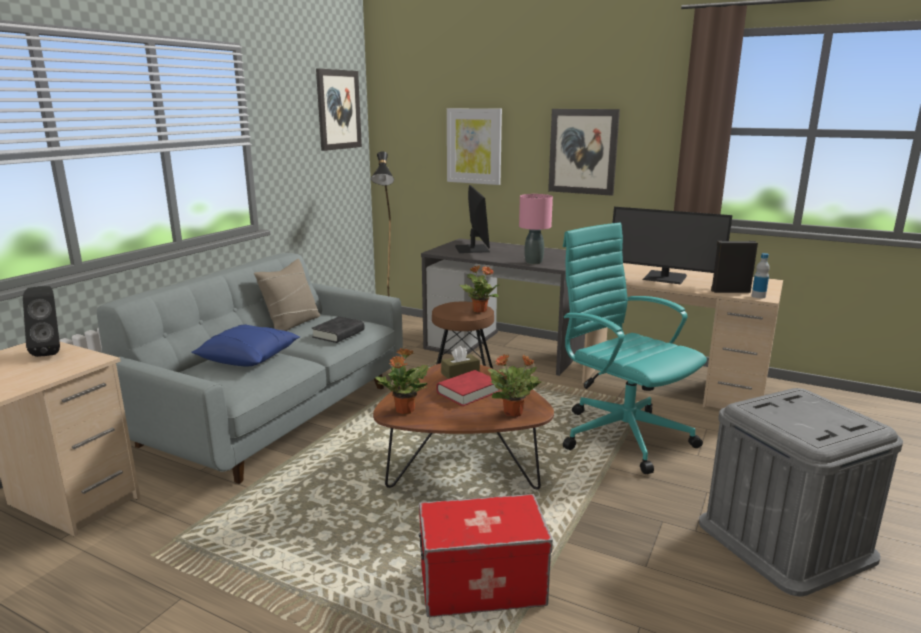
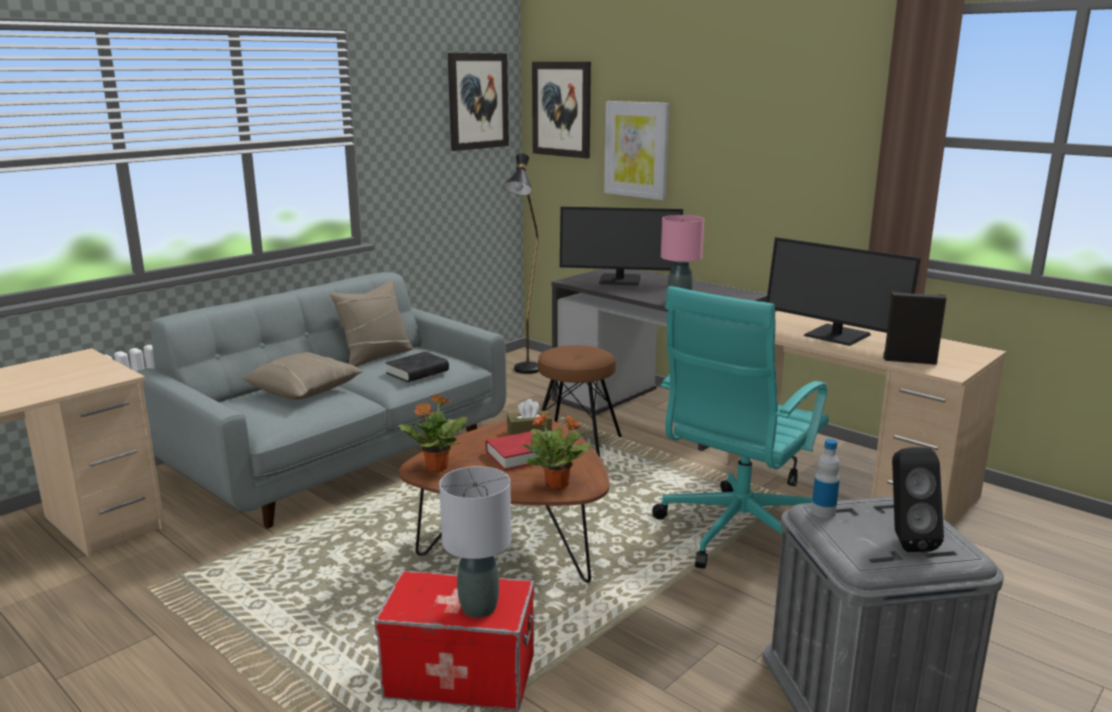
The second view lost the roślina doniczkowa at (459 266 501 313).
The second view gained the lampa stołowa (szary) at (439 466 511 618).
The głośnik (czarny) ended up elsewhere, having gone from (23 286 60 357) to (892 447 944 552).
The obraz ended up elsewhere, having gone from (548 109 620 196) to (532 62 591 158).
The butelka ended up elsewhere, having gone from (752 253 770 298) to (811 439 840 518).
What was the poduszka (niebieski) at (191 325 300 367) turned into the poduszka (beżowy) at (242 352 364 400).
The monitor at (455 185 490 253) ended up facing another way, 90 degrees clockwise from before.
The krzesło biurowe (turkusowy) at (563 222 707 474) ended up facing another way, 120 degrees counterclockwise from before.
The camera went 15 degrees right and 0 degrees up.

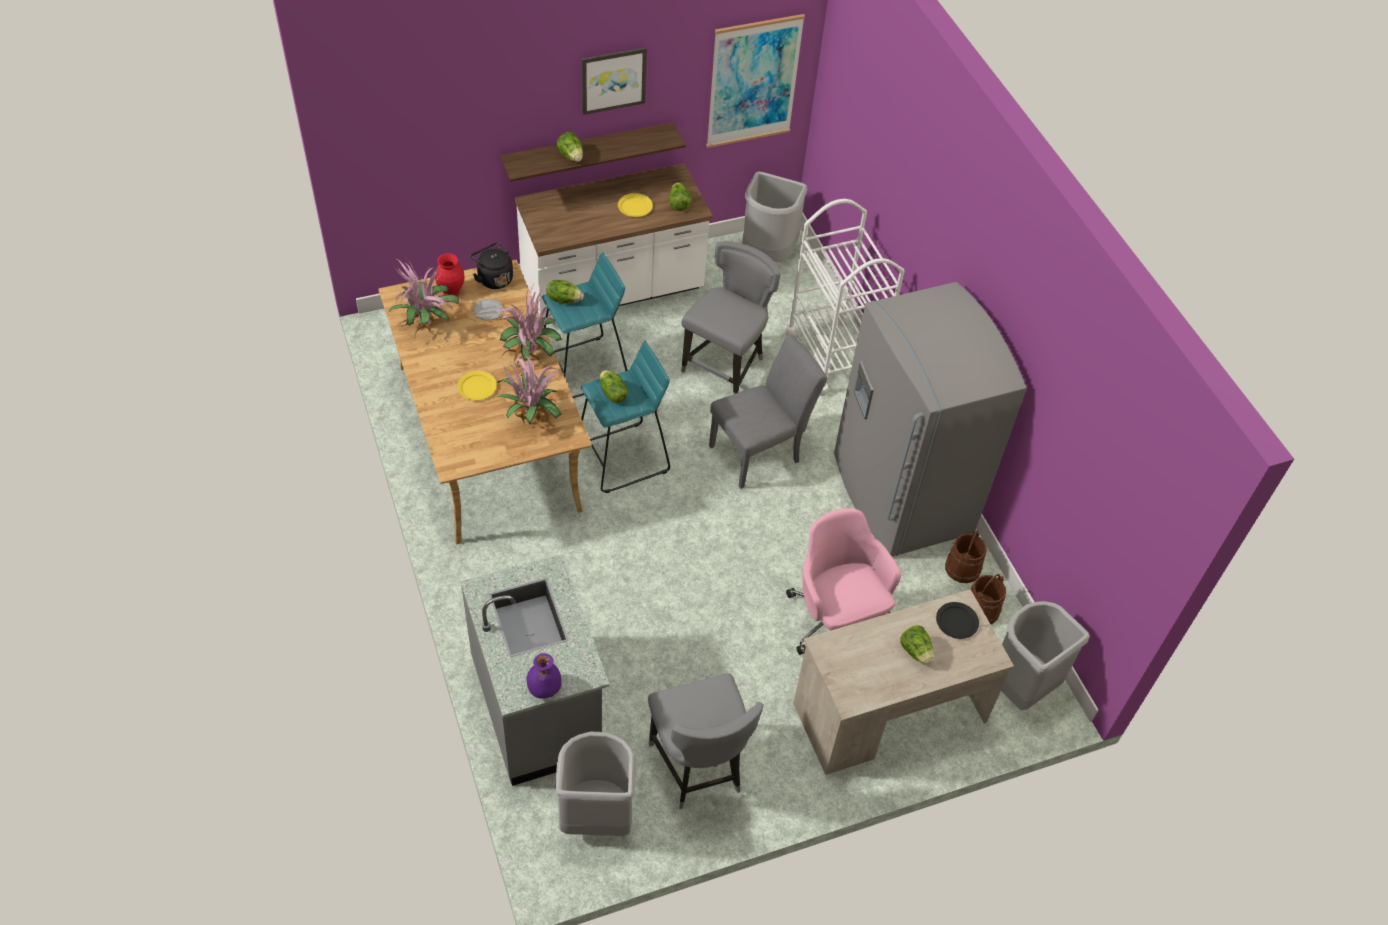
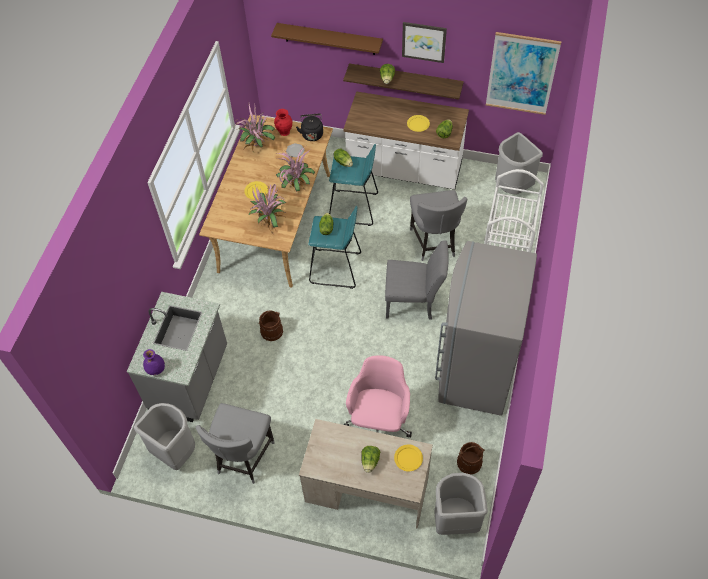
The second view gained the półka (brązowy) at (271 23 383 55).
The wiadro (brązowy) ended up elsewhere, having gone from (945 530 987 583) to (258 310 283 341).
What was the talerz (czarny) at (936 602 979 639) turned into the talerz (żółty) at (394 444 423 472).
The krzesło (szary) at (681 241 781 394) ended up facing another way, 105 degrees clockwise from before.
The camera went 40 degrees right and 5 degrees up.

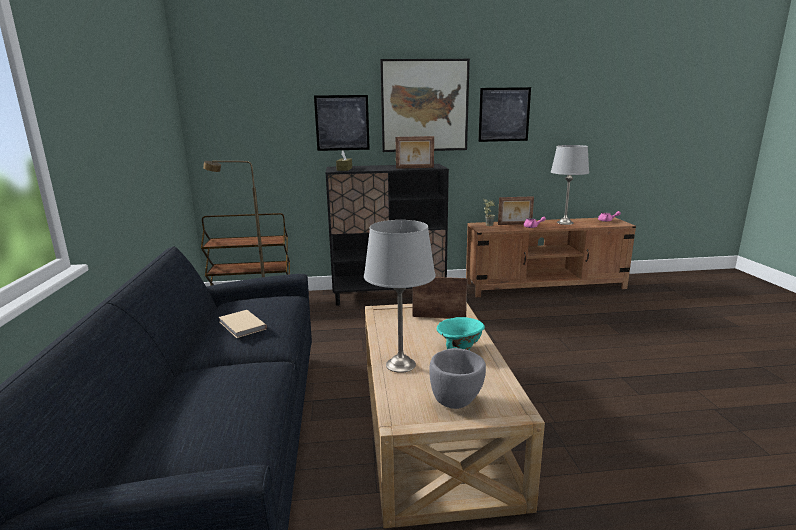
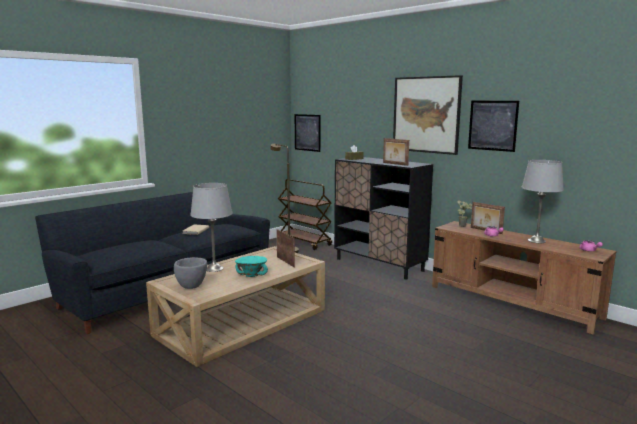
The obraz ended up elsewhere, having gone from (314 95 370 151) to (295 114 320 152).
The camera went 50 degrees right and 5 degrees down.

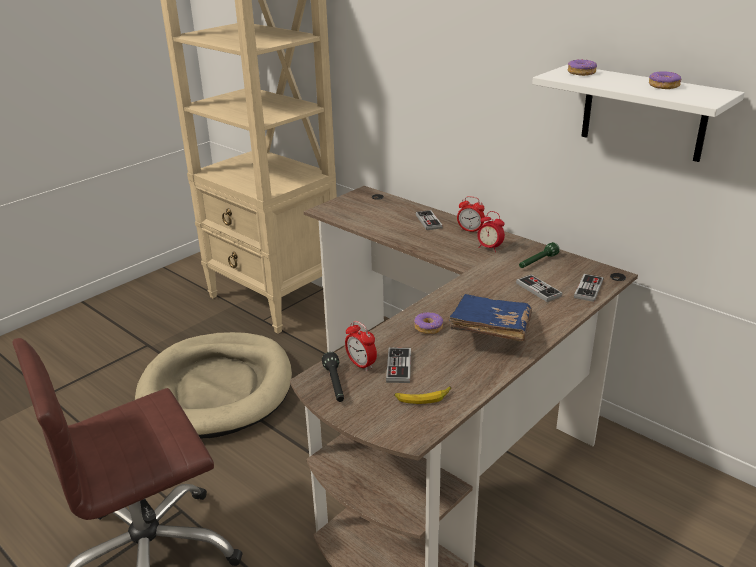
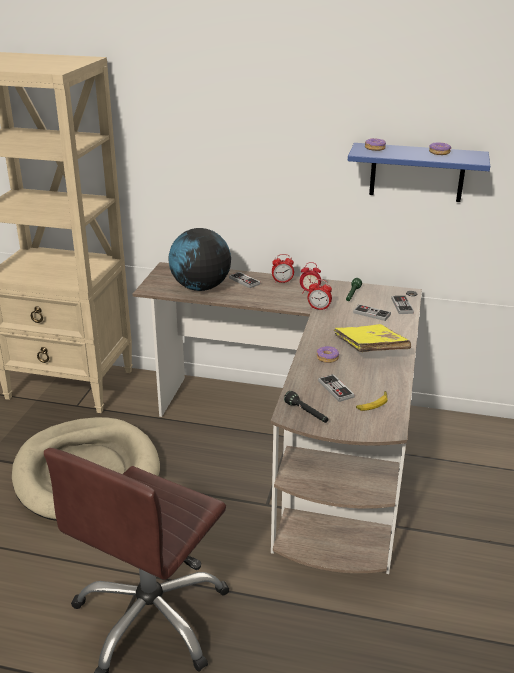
The second view gained the globus at (168 228 231 291).
The budzik ended up elsewhere, having gone from (345 321 377 371) to (308 279 332 311).
What was the książka (niebieski) at (449 294 532 342) turned into the książka (żółty) at (334 324 411 352).
What was the półka (biały) at (532 65 744 162) turned into the półka (niebieski) at (348 143 490 202).
The camera went 30 degrees left and 0 degrees up.

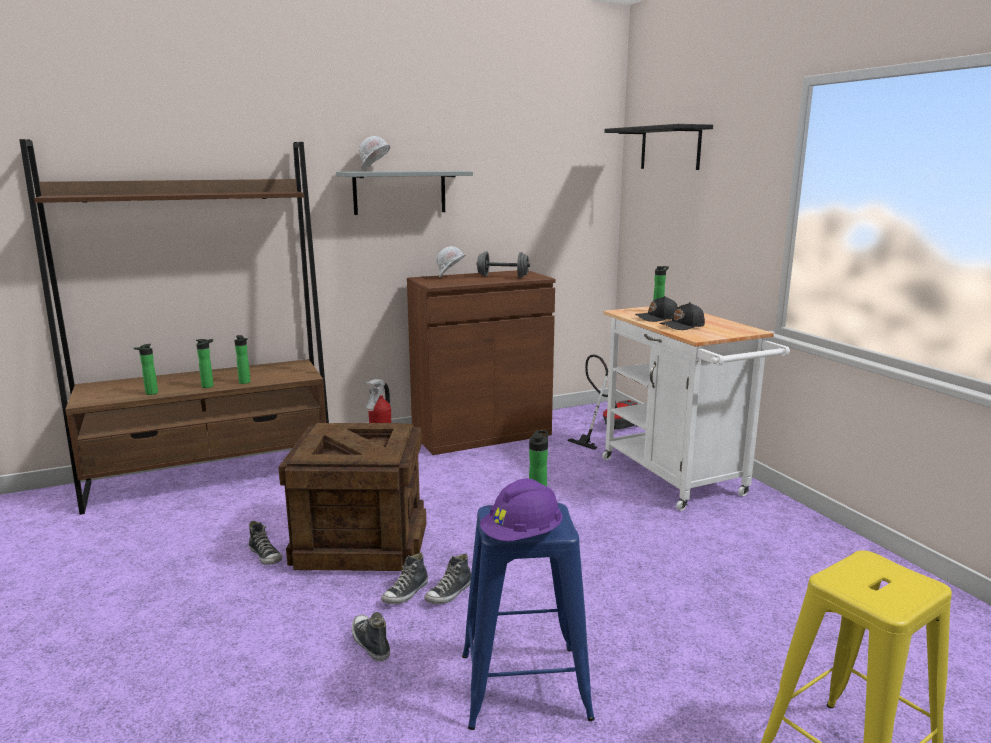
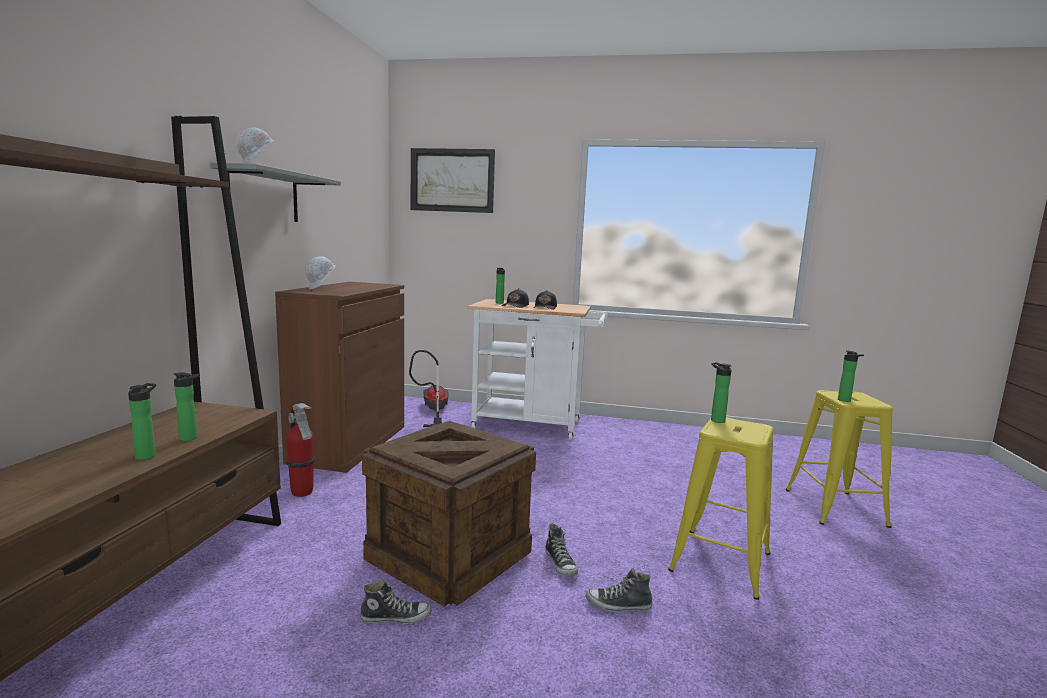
The second view lost the but at (424 553 471 604).
The second view lost the hantel (szary) at (477 251 530 278).
The second view lost the kask (fioletowy) at (480 478 563 541).
The butelka ended up elsewhere, having gone from (134 344 158 395) to (838 350 864 402).
Where the półka (czarny) hung at (604 124 713 170), the obraz came to hang at (411 148 495 213).
What was the stołek (niebieski) at (462 503 595 730) turned into the stołek (żółty) at (668 417 774 600).
The camera went 55 degrees left and 5 degrees down.

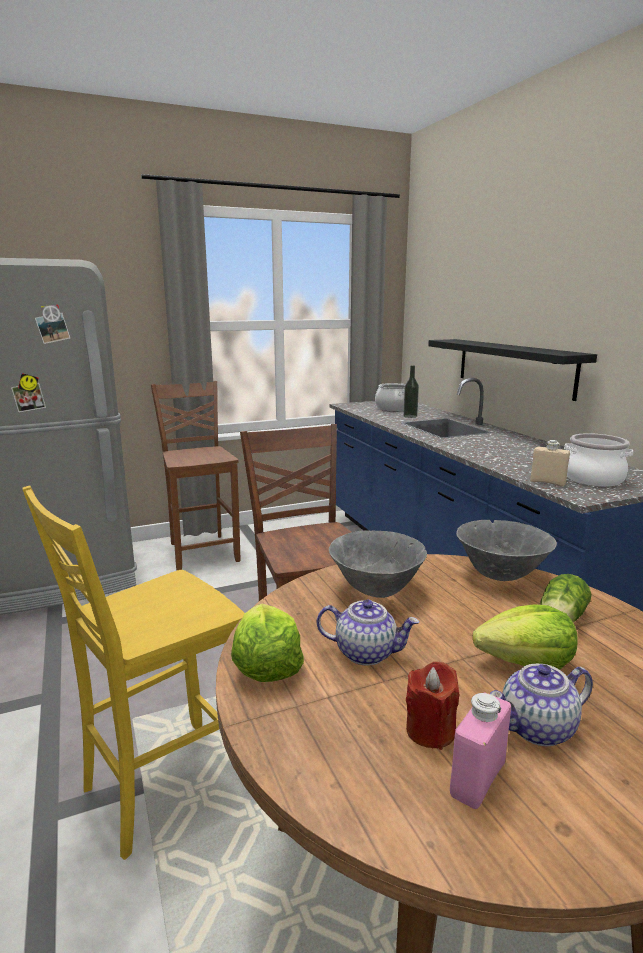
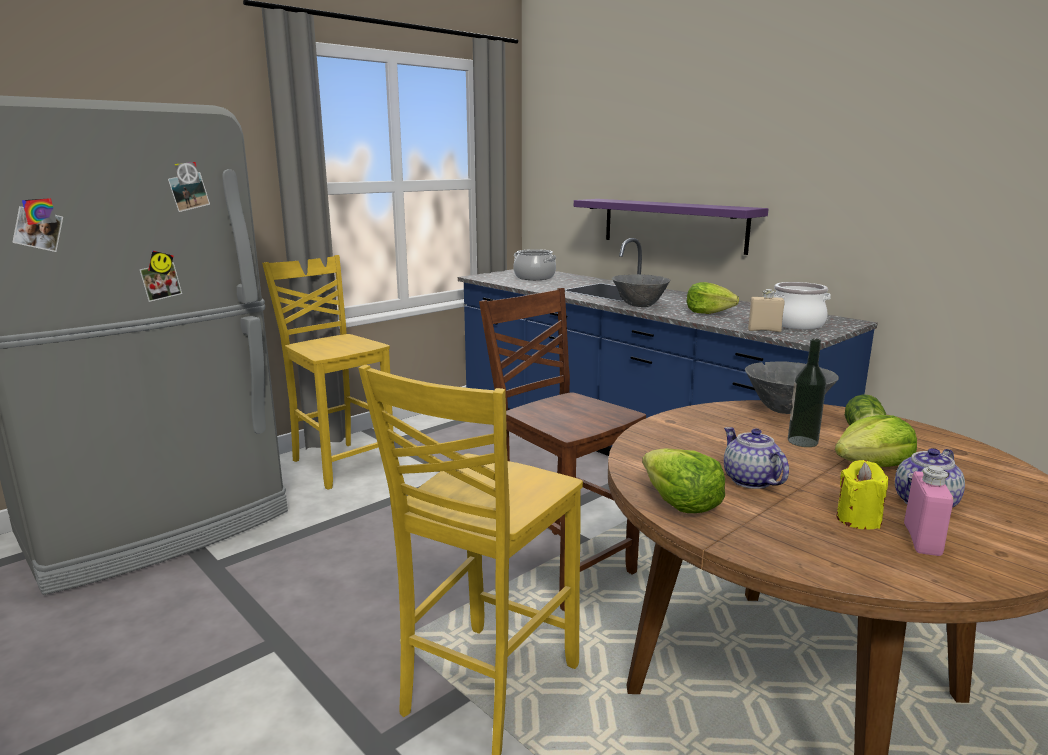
The second view gained the sałata at (687 282 739 314).
The miska (szary) ended up elsewhere, having gone from (329 530 427 598) to (612 274 671 307).
The butelka ended up elsewhere, having gone from (403 365 419 418) to (788 338 826 447).
What was the krzesło (brązowy) at (151 381 241 570) turned into the krzesło (żółty) at (262 255 394 490).
What was the świeca (czerwony) at (406 662 460 750) turned into the świeca (żółty) at (836 460 888 530).
What was the półka (czarny) at (428 339 597 401) turned into the półka (fioletowy) at (574 199 768 255).
The imbryk at (316 600 419 665) ended up facing another way, 105 degrees counterclockwise from before.
The camera went 20 degrees left and 0 degrees up.

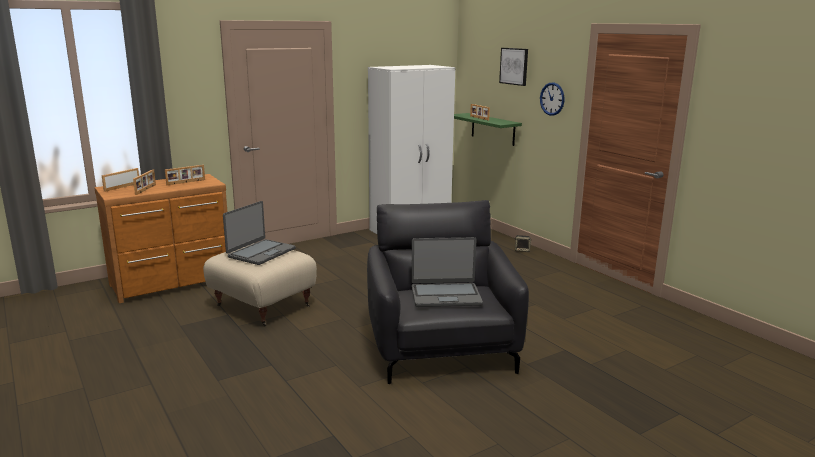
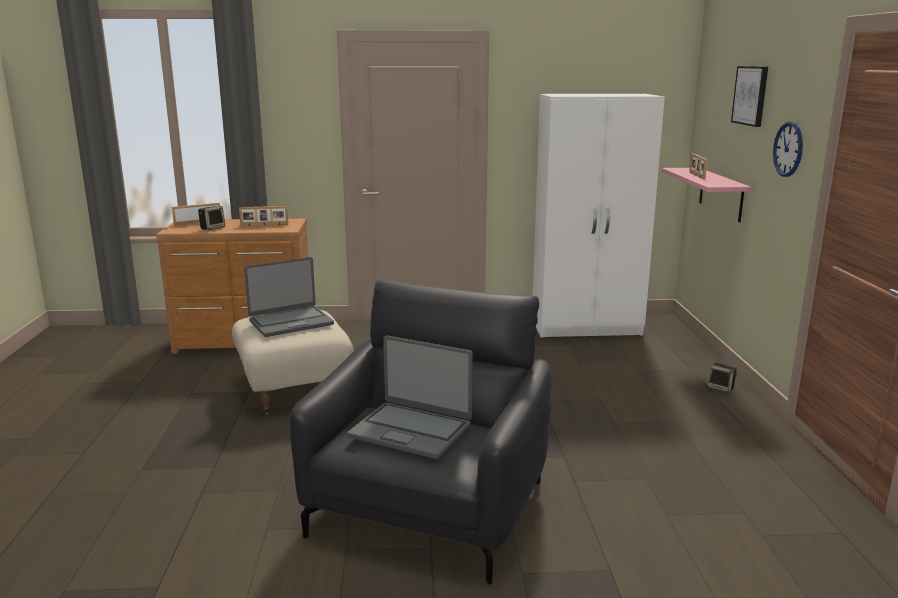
Where the ramka na zdjęcie stood at (133 169 156 195), the głośnik came to stand at (198 206 225 230).
What was the półka (zielony) at (454 113 522 146) turned into the półka (różowy) at (662 168 751 222).
The camera went 30 degrees right and 0 degrees up.

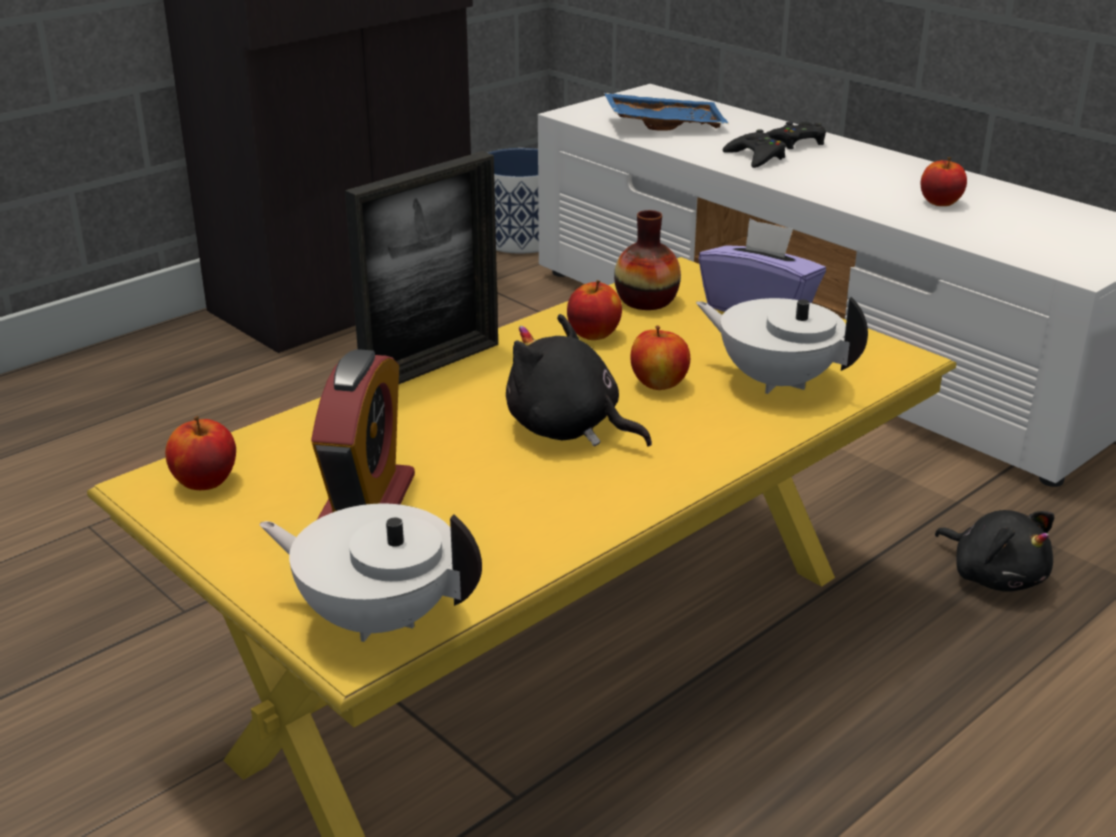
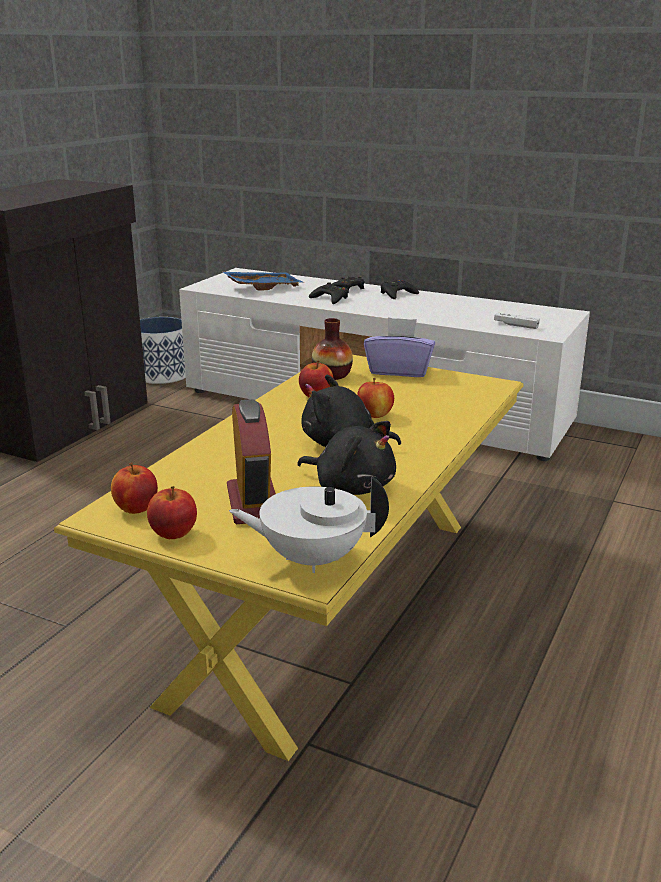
The second view lost the ramka na zdjęcie at (345 151 498 384).
The second view lost the imbryk (biały) at (696 297 868 394).
The second view gained the pad do gier (czarny) at (380 280 419 299).
The second view gained the pad do gier (biały) at (494 312 540 329).
The jabłko ended up elsewhere, having gone from (921 157 967 206) to (147 486 197 539).
The pluszak (czarny) ended up elsewhere, having gone from (935 510 1055 592) to (297 421 396 495).
The camera went 20 degrees left and 5 degrees down.

